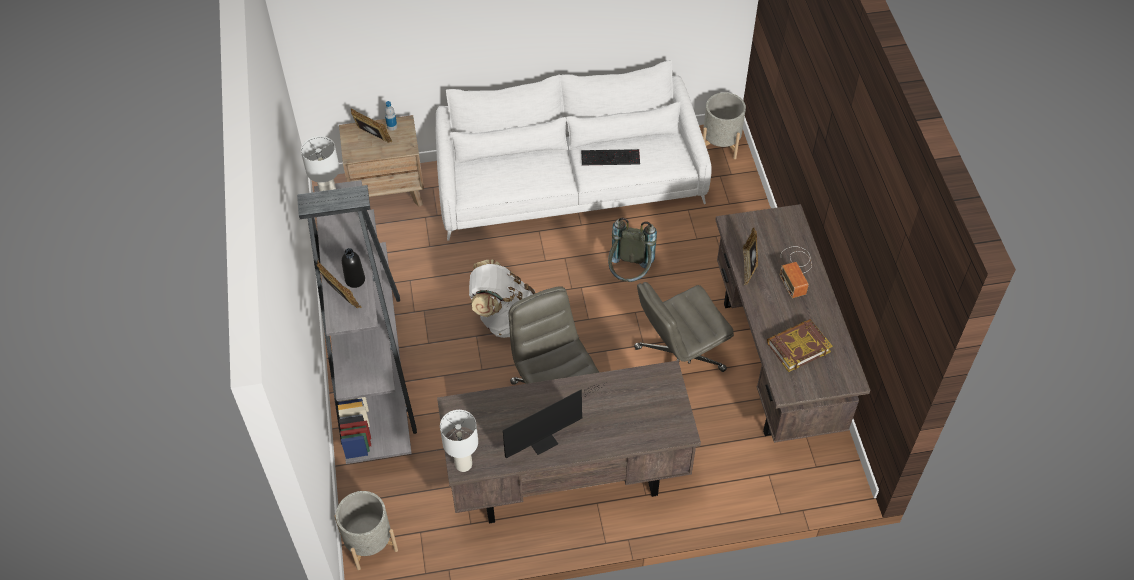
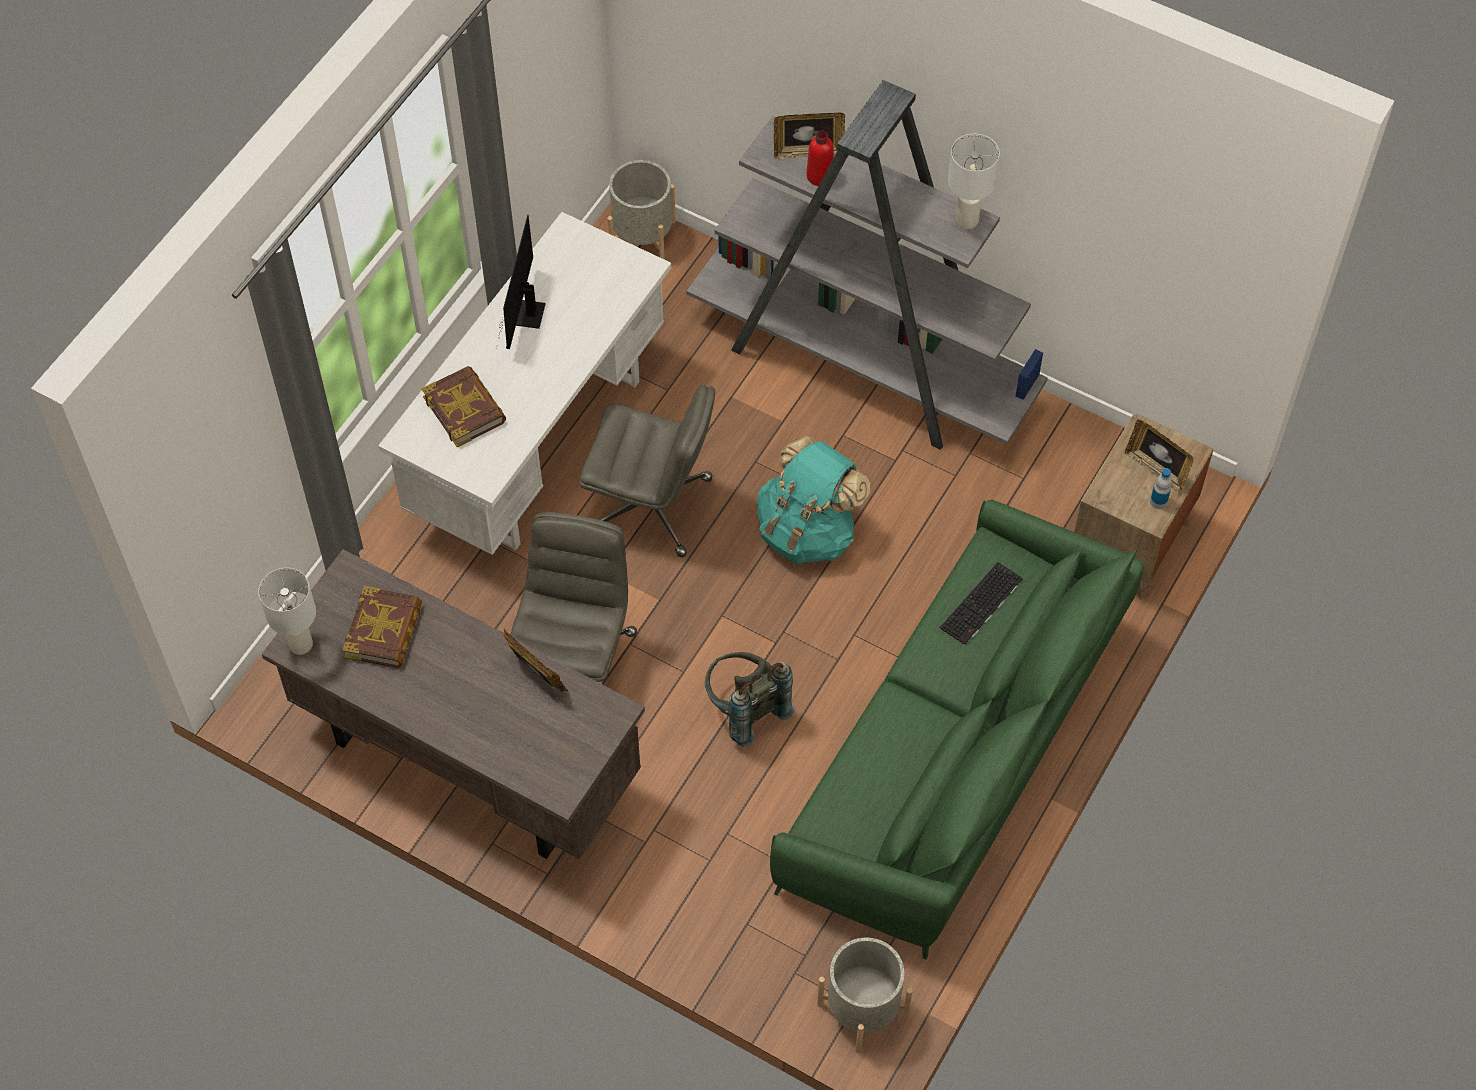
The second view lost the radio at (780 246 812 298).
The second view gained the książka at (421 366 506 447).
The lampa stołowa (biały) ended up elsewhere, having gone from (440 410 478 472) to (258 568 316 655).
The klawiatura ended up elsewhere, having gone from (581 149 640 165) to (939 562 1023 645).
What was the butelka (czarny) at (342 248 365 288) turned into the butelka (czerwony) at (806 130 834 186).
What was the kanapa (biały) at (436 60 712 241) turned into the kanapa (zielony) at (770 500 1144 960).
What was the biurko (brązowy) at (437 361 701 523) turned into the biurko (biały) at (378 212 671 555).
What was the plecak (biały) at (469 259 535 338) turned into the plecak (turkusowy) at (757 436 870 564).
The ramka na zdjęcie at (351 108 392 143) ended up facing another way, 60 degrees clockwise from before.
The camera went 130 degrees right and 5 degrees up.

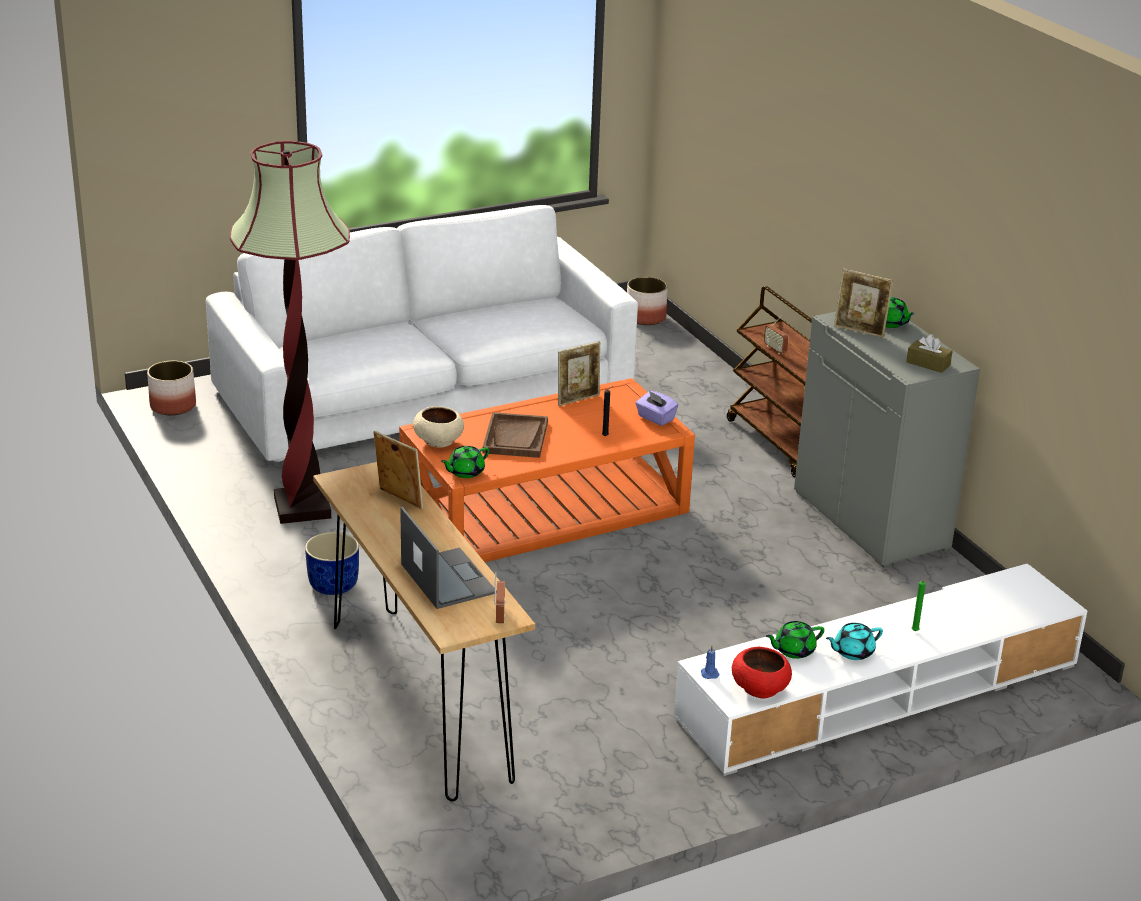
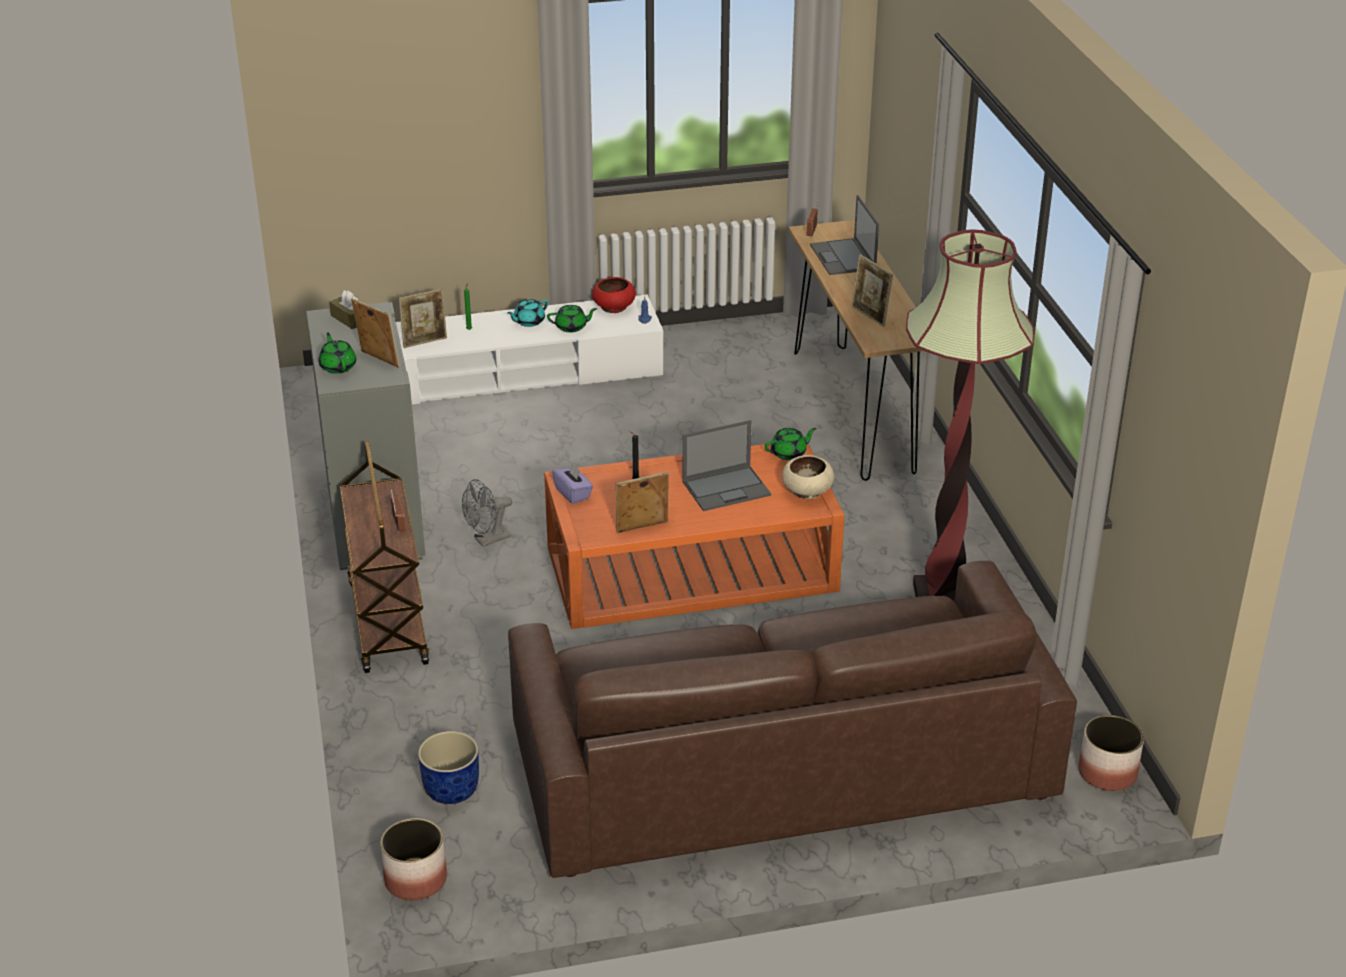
The second view gained the ramka na zdjęcie at (399 289 447 348).
The second view gained the wentylator (szary) at (462 479 512 547).
The donica (niebieski) ended up elsewhere, having gone from (305 532 359 595) to (418 731 479 804).
Where the taca (brązowy) stood at (483 412 548 458), the laptop came to stand at (682 420 771 511).
What was the kanapa (biały) at (206 205 638 462) turned into the kanapa (brązowy) at (508 561 1077 878).
The imbryk (turkusowy) at (826 623 883 660) ended up facing another way, 150 degrees clockwise from before.
The camera went 165 degrees left and 5 degrees up.

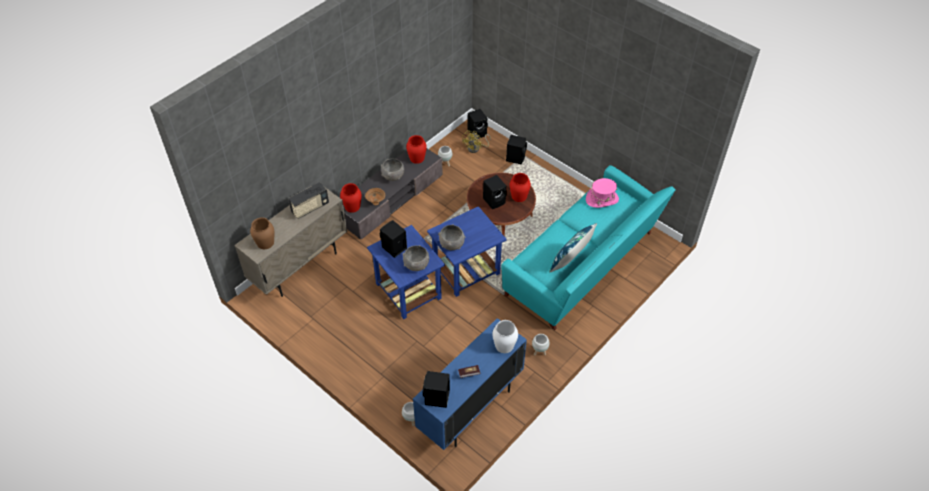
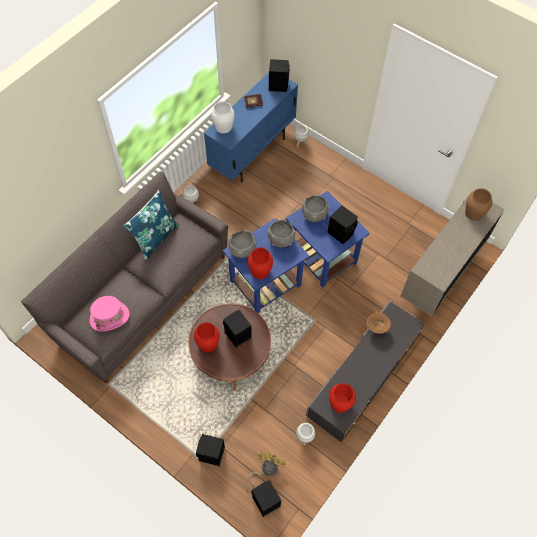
The second view lost the radio at (288 182 329 219).
The wazon (czerwony) ended up elsewhere, having gone from (340 183 362 213) to (248 247 273 279).
The miska (szary) ended up elsewhere, having gone from (381 159 404 181) to (228 230 257 258).
What was the kanapa (turkusowy) at (501 165 676 330) turned into the kanapa (szary) at (21 171 228 383).
The camera went 175 degrees right and 10 degrees up.

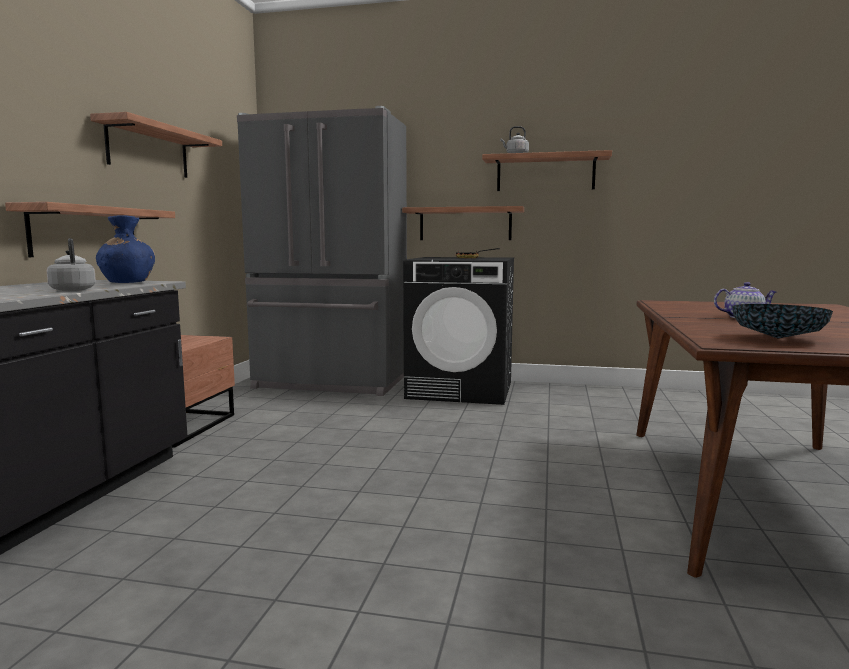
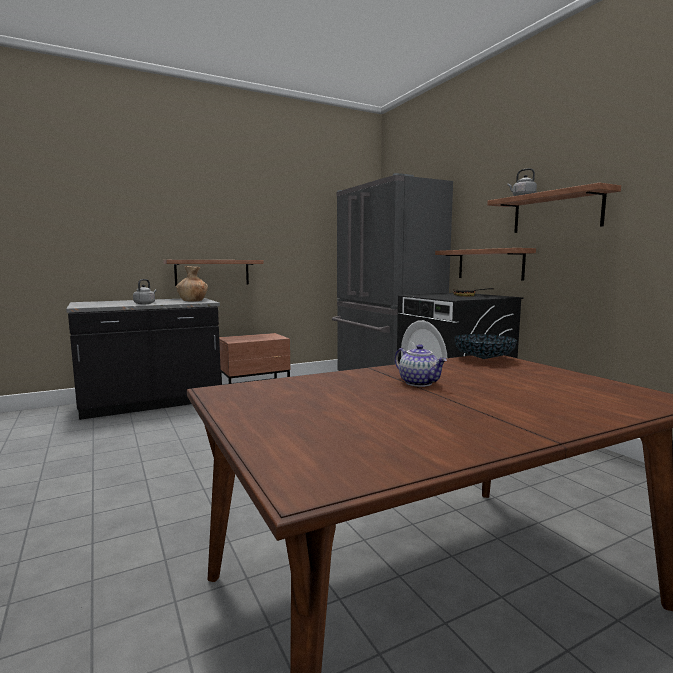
The second view lost the półka at (90 112 222 178).
The miska ended up elsewhere, having gone from (732 304 833 338) to (454 334 517 359).
What was the wazon (niebieski) at (96 215 155 283) turned into the wazon (brązowy) at (176 266 208 302).
The camera went 50 degrees right and 0 degrees up.

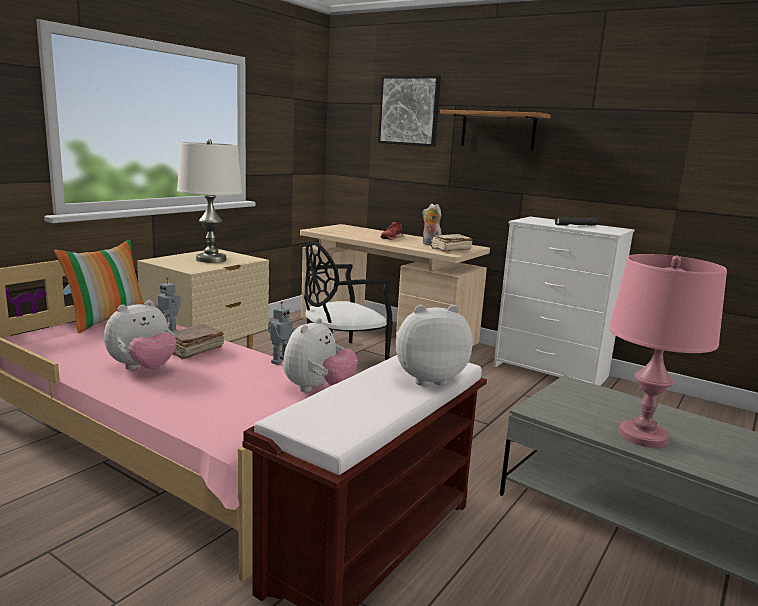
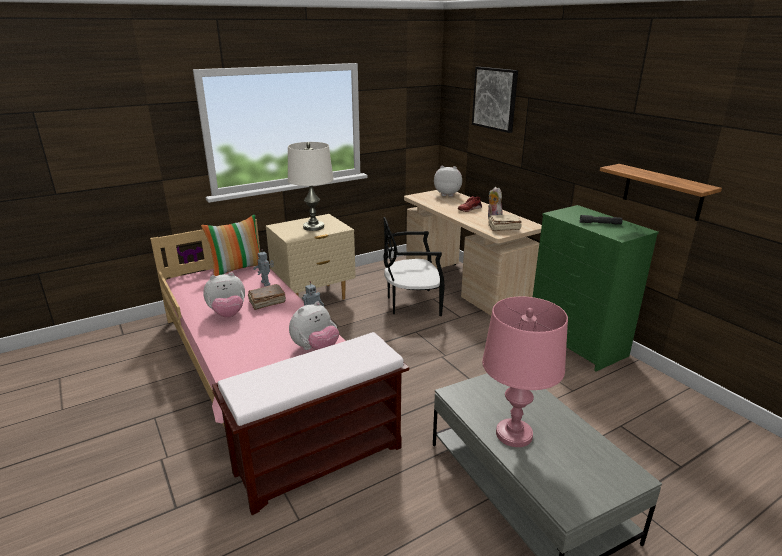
The pluszak ended up elsewhere, having gone from (396 305 473 386) to (434 166 462 197).
The półka ended up elsewhere, having gone from (440 110 550 150) to (600 164 722 221).
What was the komoda (biały) at (494 217 635 386) turned into the komoda (zielony) at (533 205 659 371).
The camera went 25 degrees right and 10 degrees up.

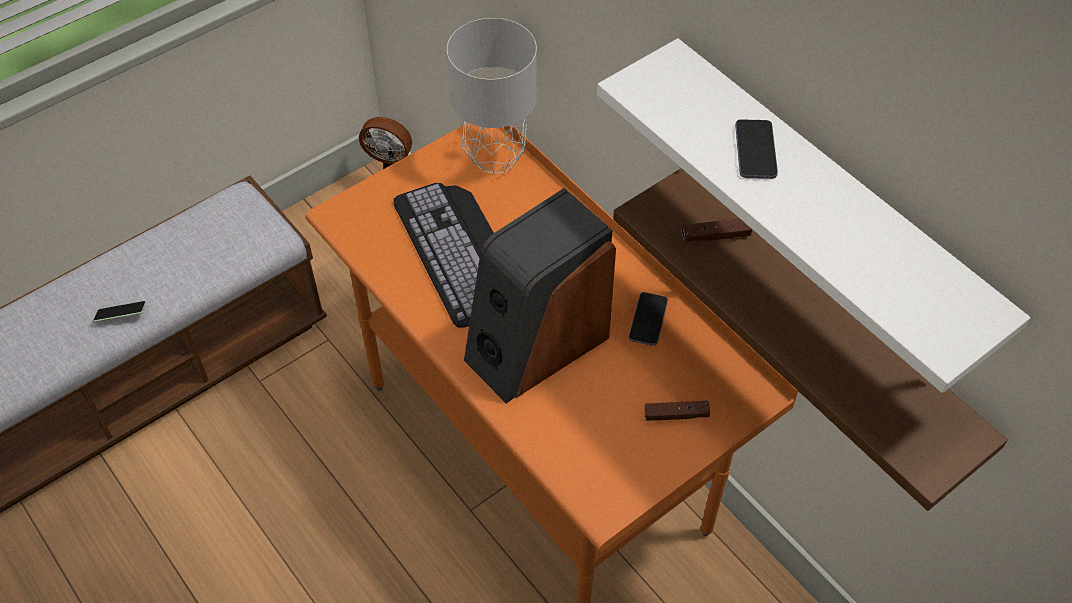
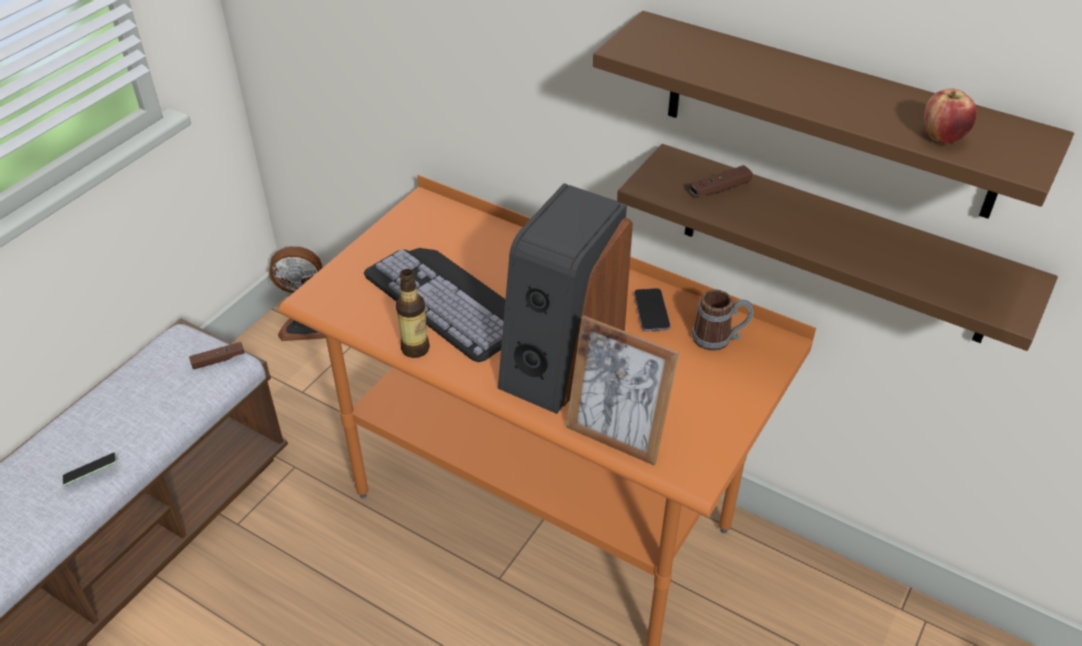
The second view lost the lampa stołowa (szary) at (447 18 537 174).
The second view lost the telefon at (735 119 778 179).
The second view gained the butelka at (396 269 430 358).
The second view gained the ramka na zdjęcie at (566 316 679 465).
The second view gained the kubek at (692 290 753 351).
The second view gained the jabłko at (924 88 977 144).
The pad do gier (brązowy) ended up elsewhere, having gone from (645 401 710 421) to (189 342 245 369).
What was the półka (biały) at (597 38 1030 393) turned into the półka (brązowy) at (593 11 1074 219).
The camera went 20 degrees left and 10 degrees down.

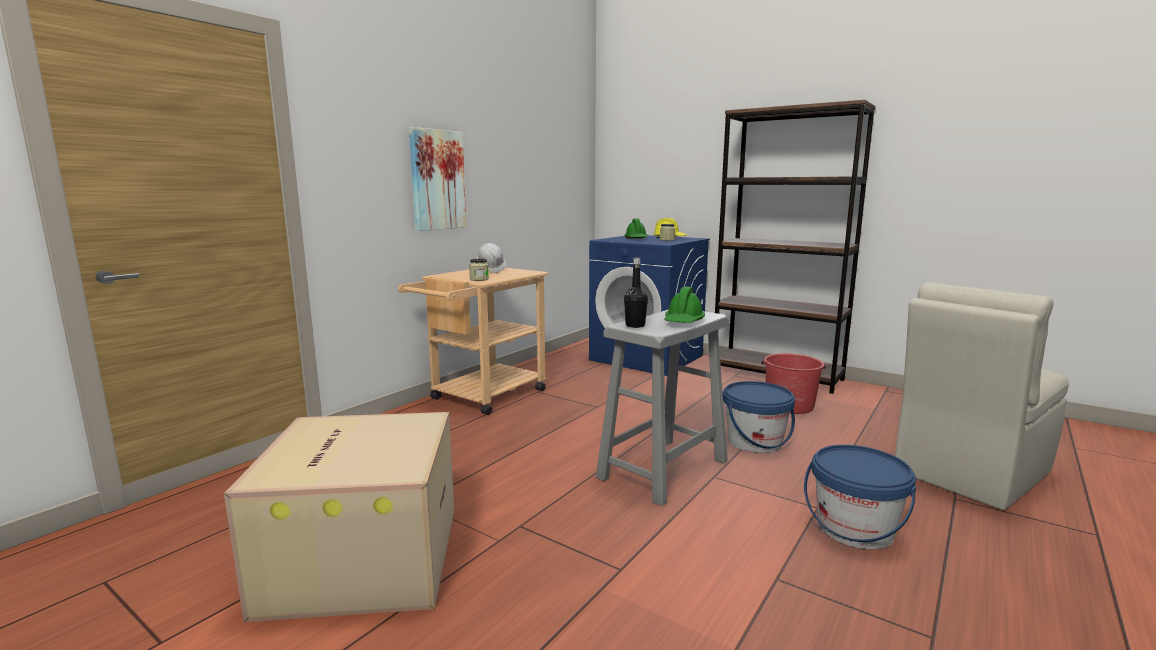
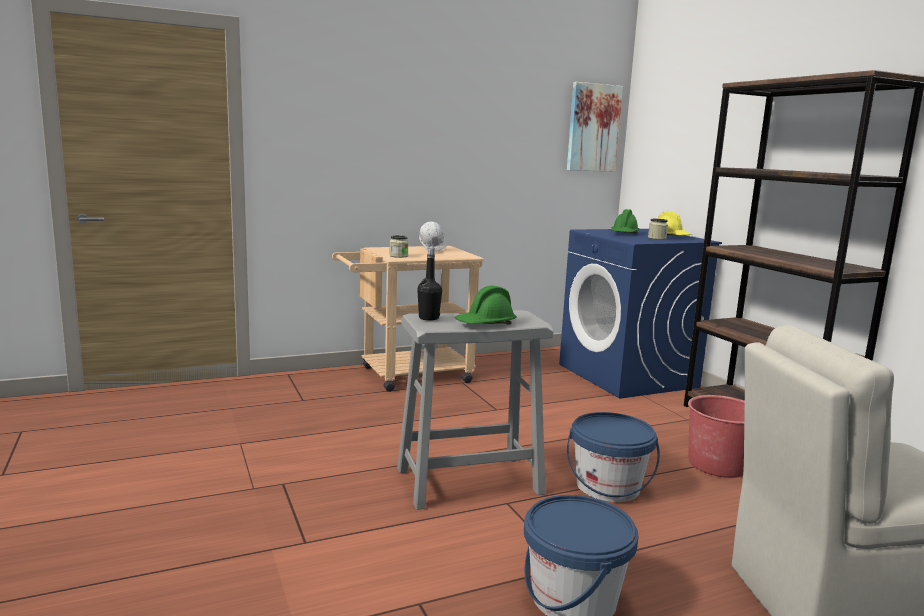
The second view lost the karton at (224 412 454 622).
The obraz ended up elsewhere, having gone from (409 127 467 231) to (567 82 623 172).
The camera went 30 degrees right and 0 degrees up.

